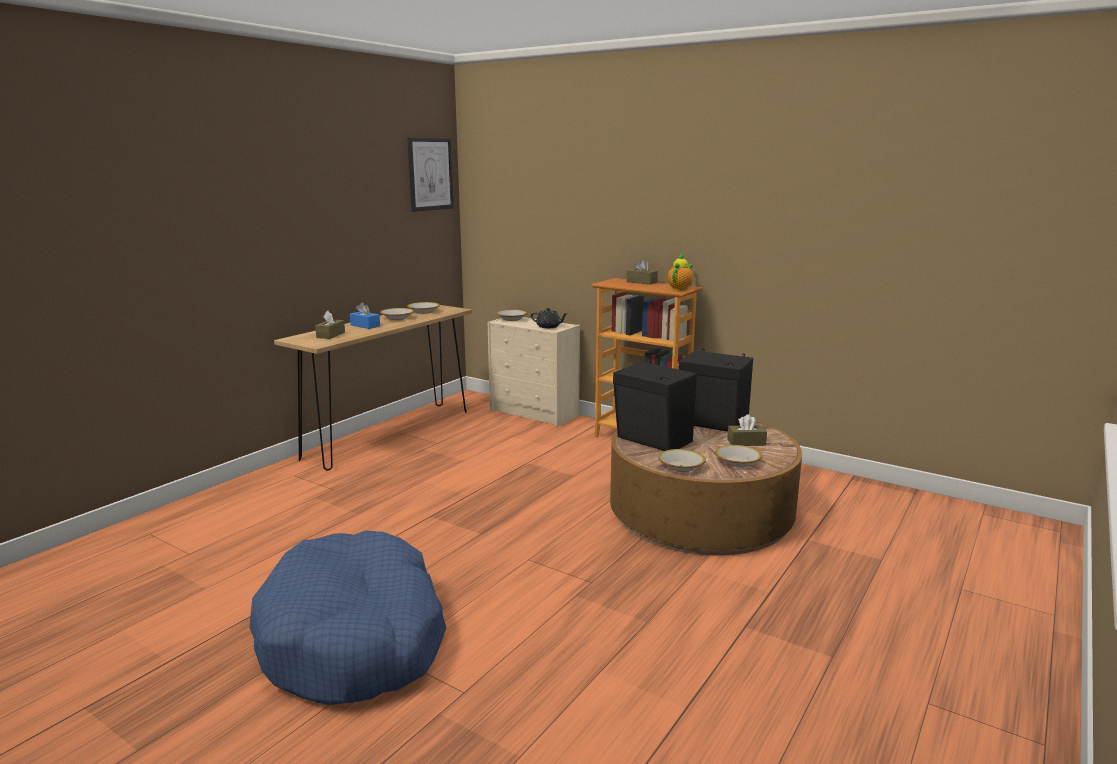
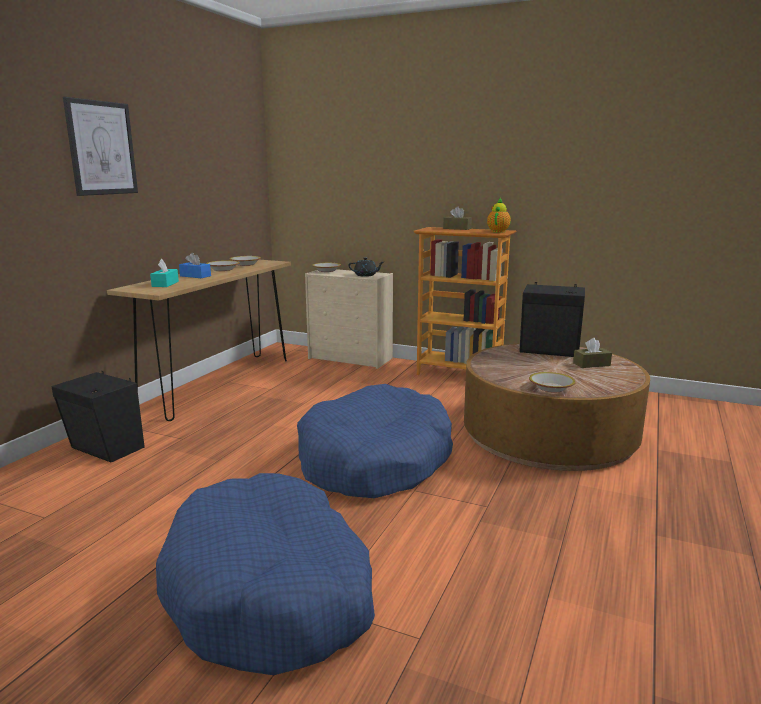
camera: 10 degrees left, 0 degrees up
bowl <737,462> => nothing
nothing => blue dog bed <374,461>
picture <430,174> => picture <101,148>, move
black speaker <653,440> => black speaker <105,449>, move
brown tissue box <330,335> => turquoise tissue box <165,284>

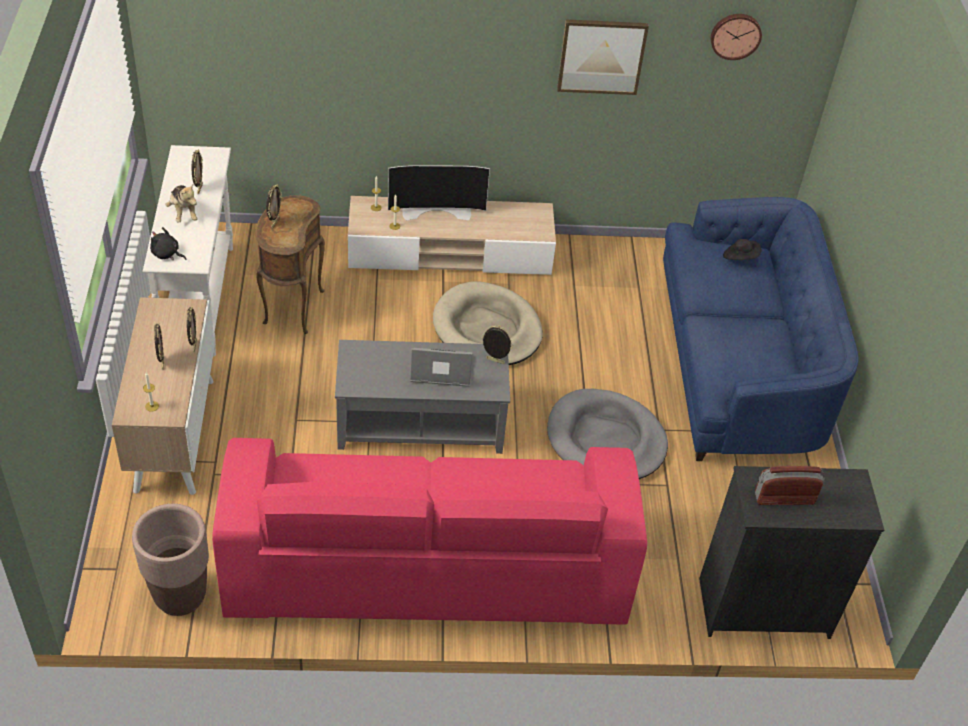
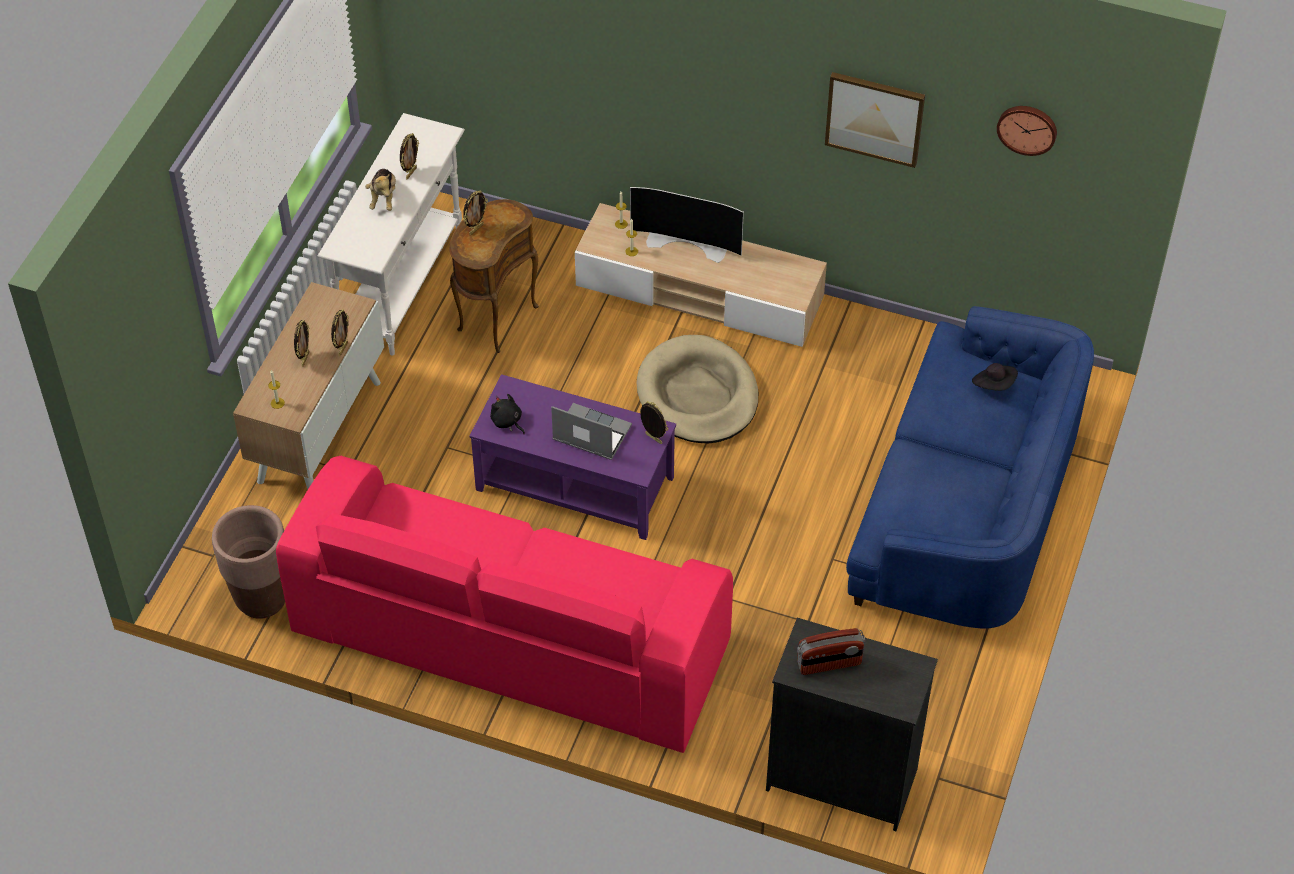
camera: 25 degrees right, 5 degrees up
grey dog bed <606,440> => nothing
black plush toy <167,254> => black plush toy <507,422>, move
grey coffee table <420,423> => purple coffee table <574,484>
radio <784,498> => radio <829,664>, 150 degrees clockwise

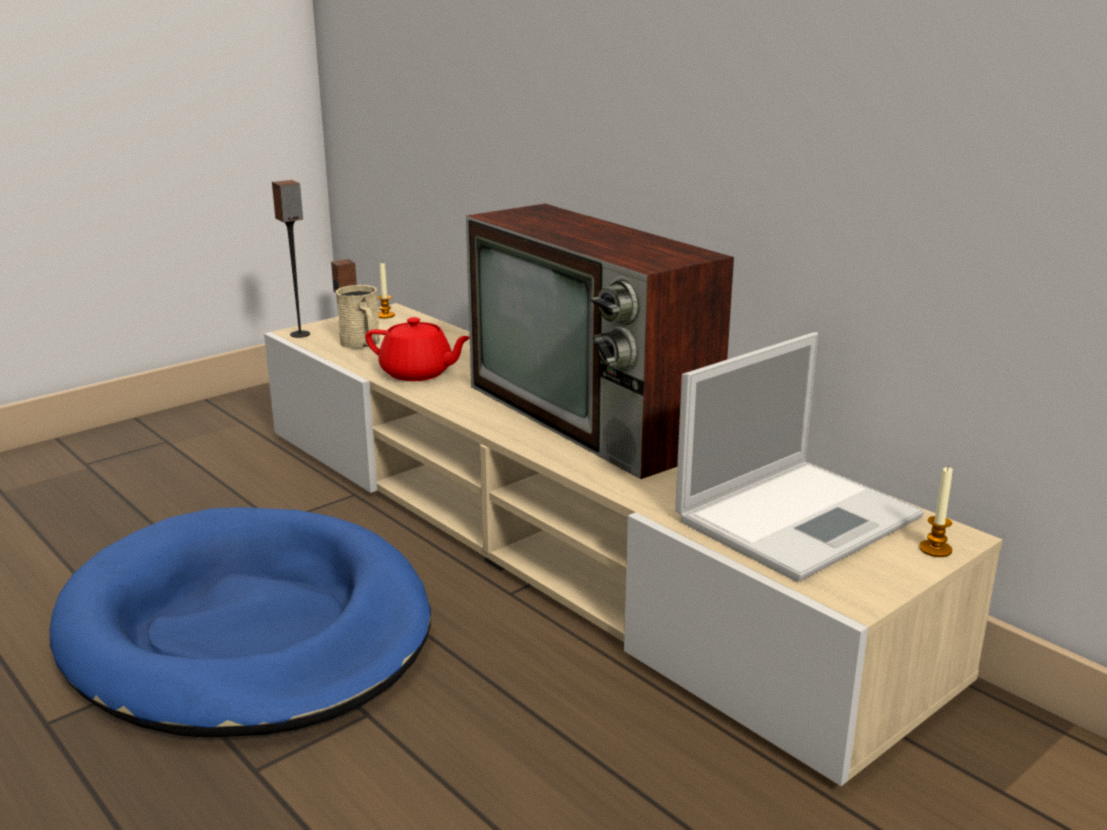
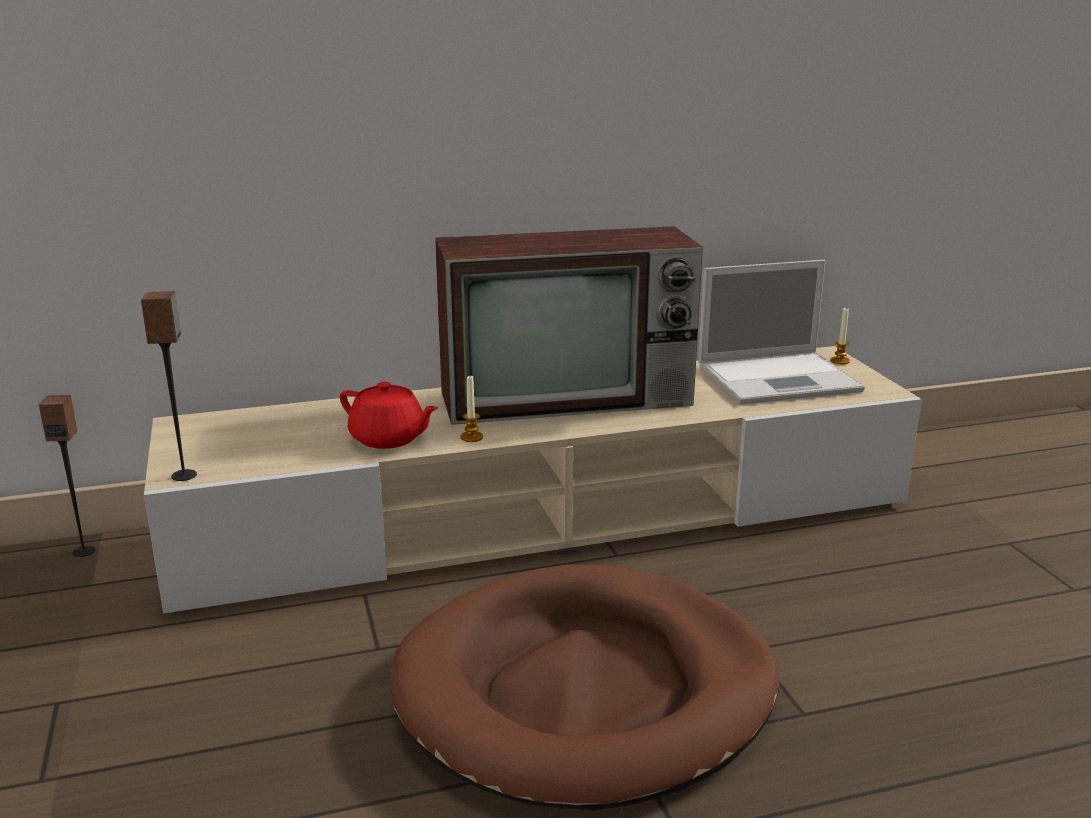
camera: 65 degrees left, 0 degrees up
beige mug <362,344> => nothing
candle <385,315> => candle <471,437>, move
blue dog bed <248,631> => brown dog bed <586,692>
red teapot <418,373> => red teapot <388,439>, 75 degrees clockwise
laptop <800,517> => laptop <780,378>, 90 degrees clockwise

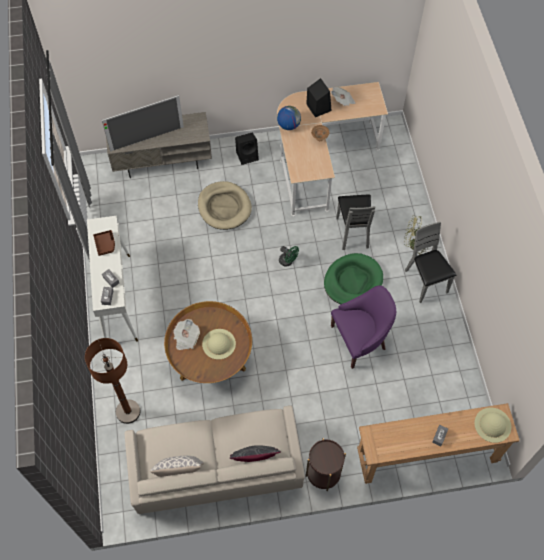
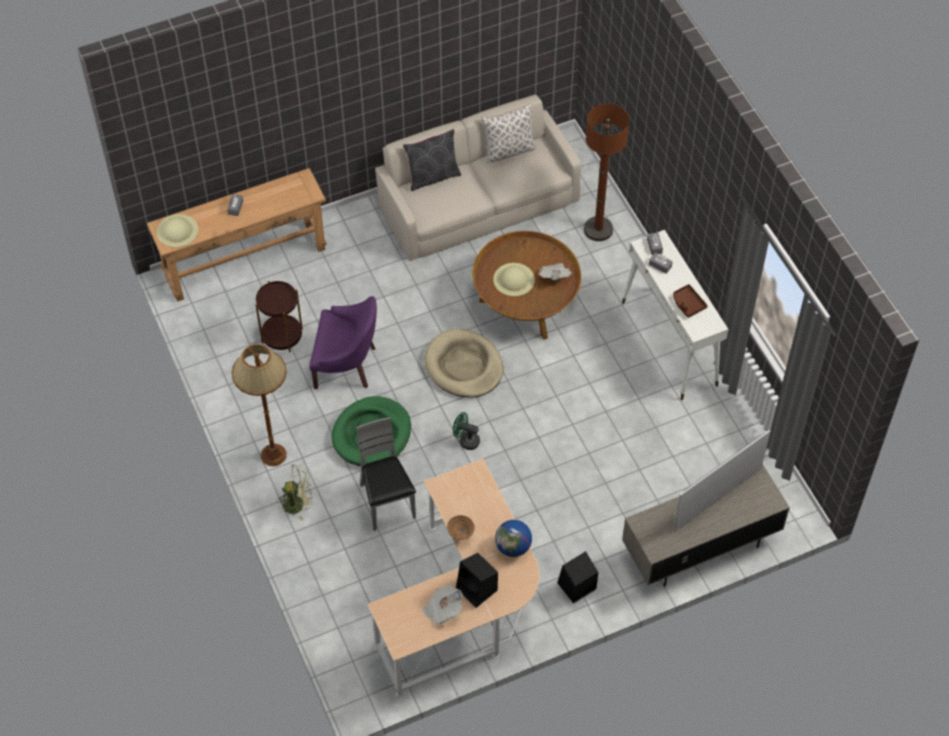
camera: 165 degrees right, 5 degrees down
beige dog bed <224,207> => beige dog bed <464,366>, move
brown side table <323,473> => brown side table <282,335>, move
grey chair <425,282> => brown floor lamp <273,455>
purple armchair <360,339> => purple armchair <347,364>, 135 degrees counterclockwise

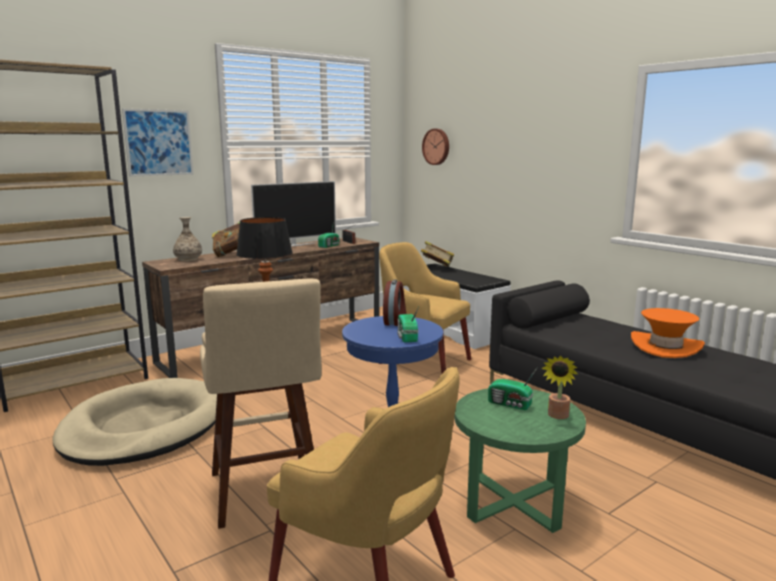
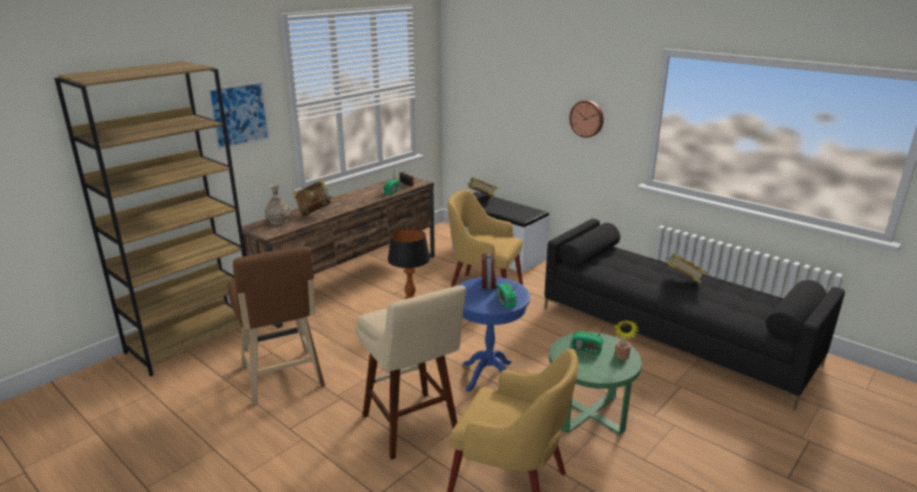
camera: 10 degrees left, 10 degrees up
television <295,245> => nothing
wall clock <437,146> => wall clock <587,118>, move
beige dog bed <143,427> => brown stool <283,379>
orange hat <665,347> => book <683,281>

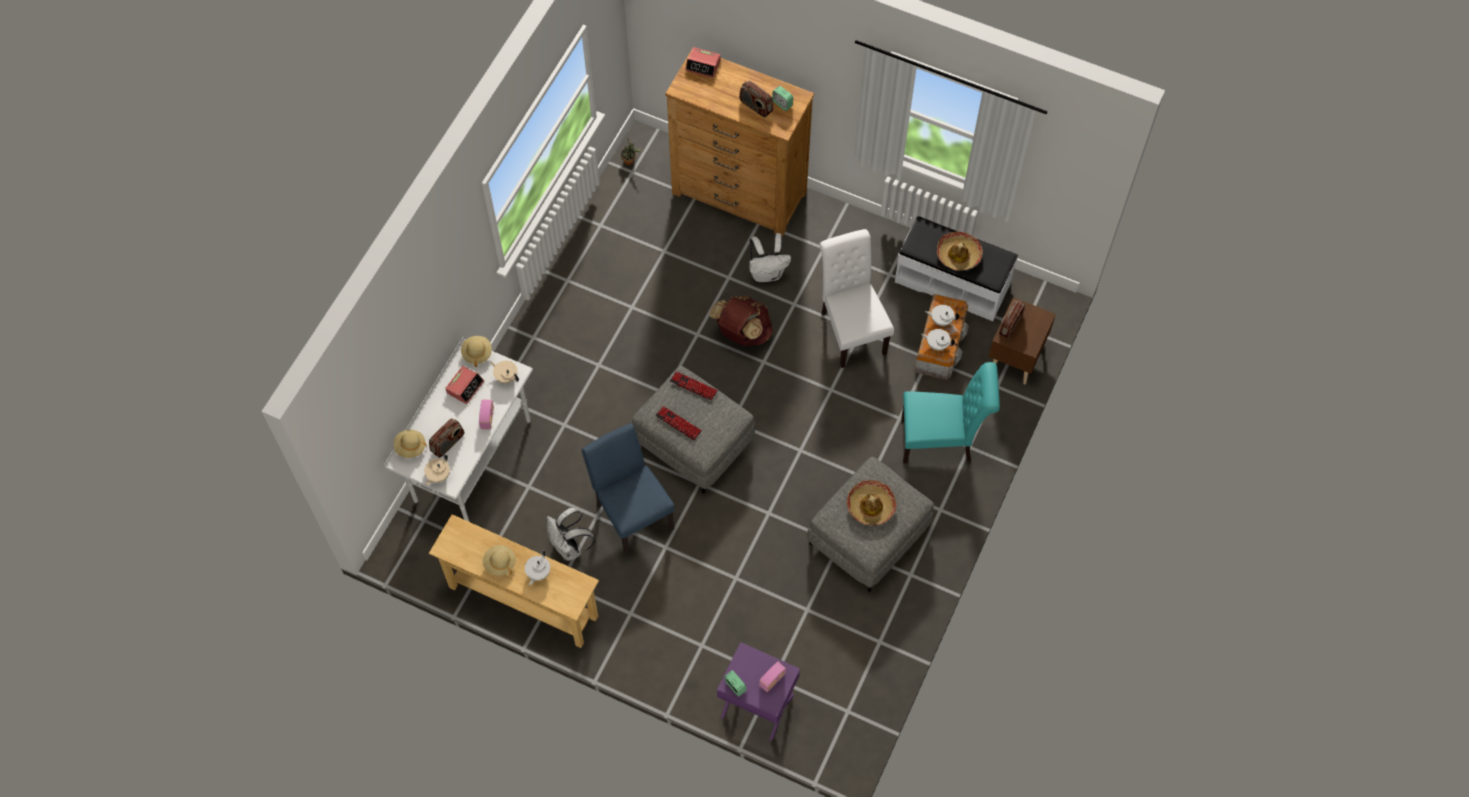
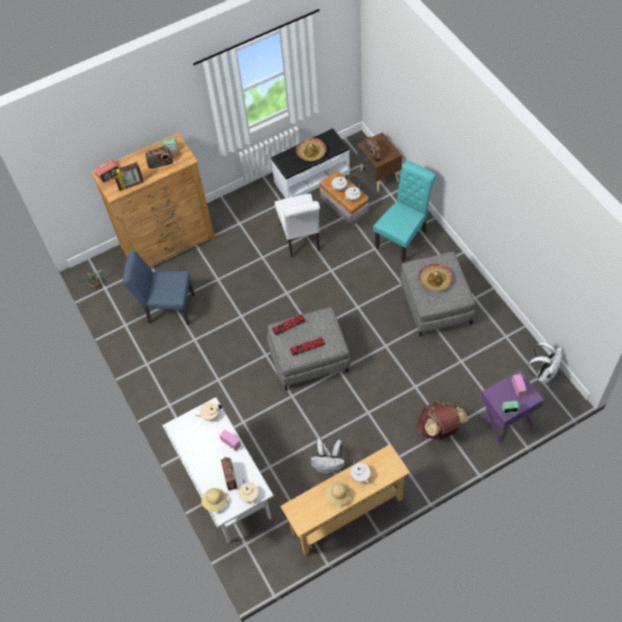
camera: 50 degrees left, 5 degrees down
alarm clock <465,387> => nothing
beige hat <477,353> => nothing
nothing => picture frame <131,185>
blue chair <631,512> => blue chair <167,308>, move
brown backpack <742,333> => brown backpack <439,429>, move
white backpack <767,273> => white backpack <543,373>, move
white chair <850,329> => white chair <301,239>, 120 degrees counterclockwise

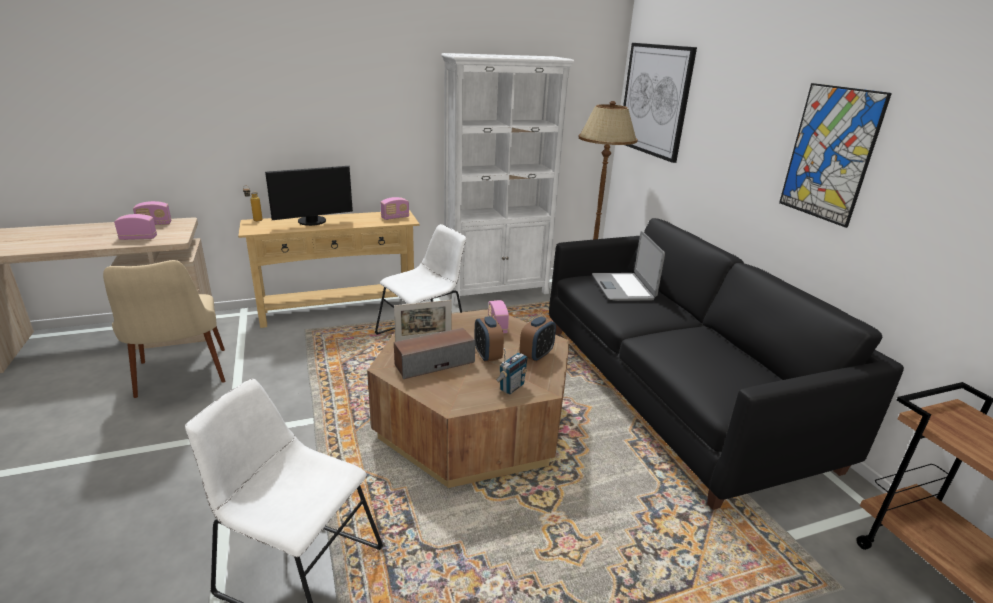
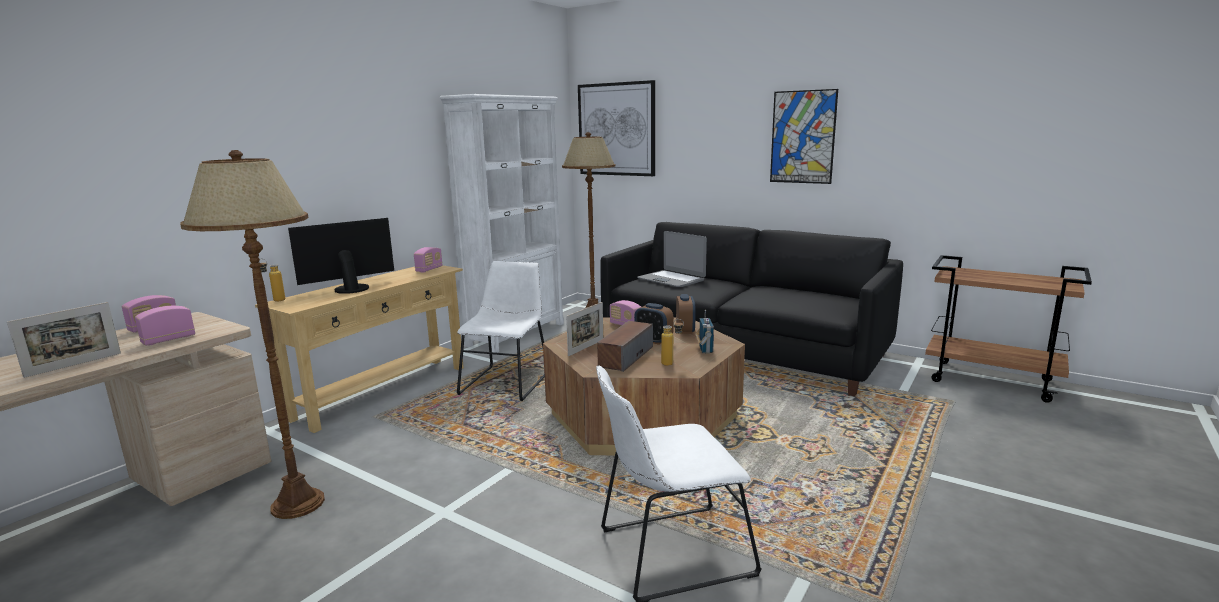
camera: 35 degrees left, 10 degrees down
nothing => picture frame <74,365>
nothing => bottle <672,364>
beige chair <181,381> => brown floor lamp <297,504>
monitor <313,222> => monitor <350,288>, 150 degrees counterclockwise

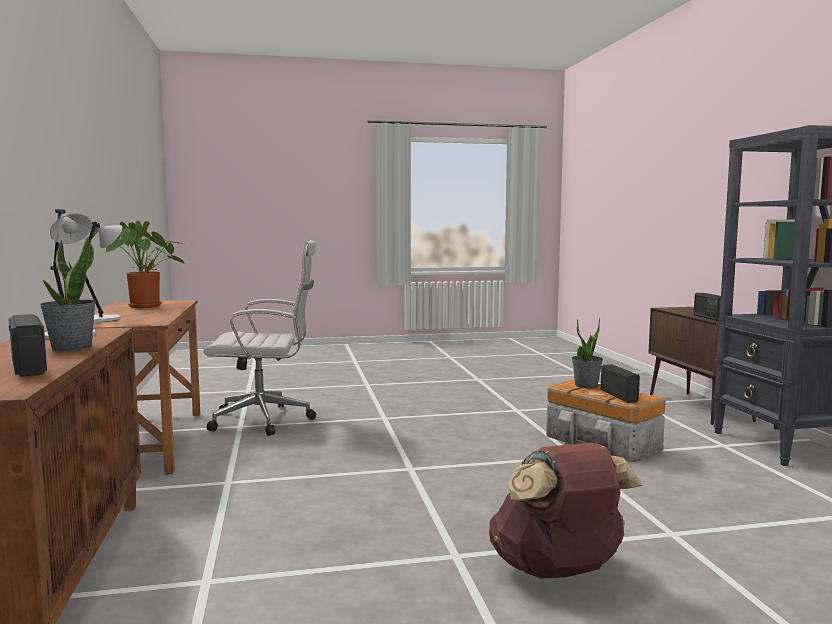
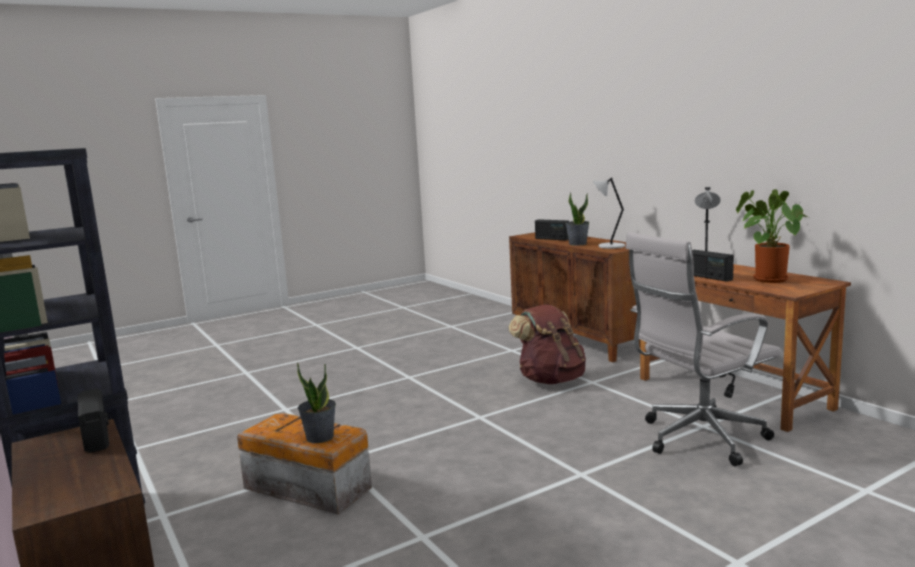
camera: 160 degrees right, 5 degrees up
brown backpack <558,571> => brown backpack <551,380>, move
radio <619,396> => radio <709,277>, move

